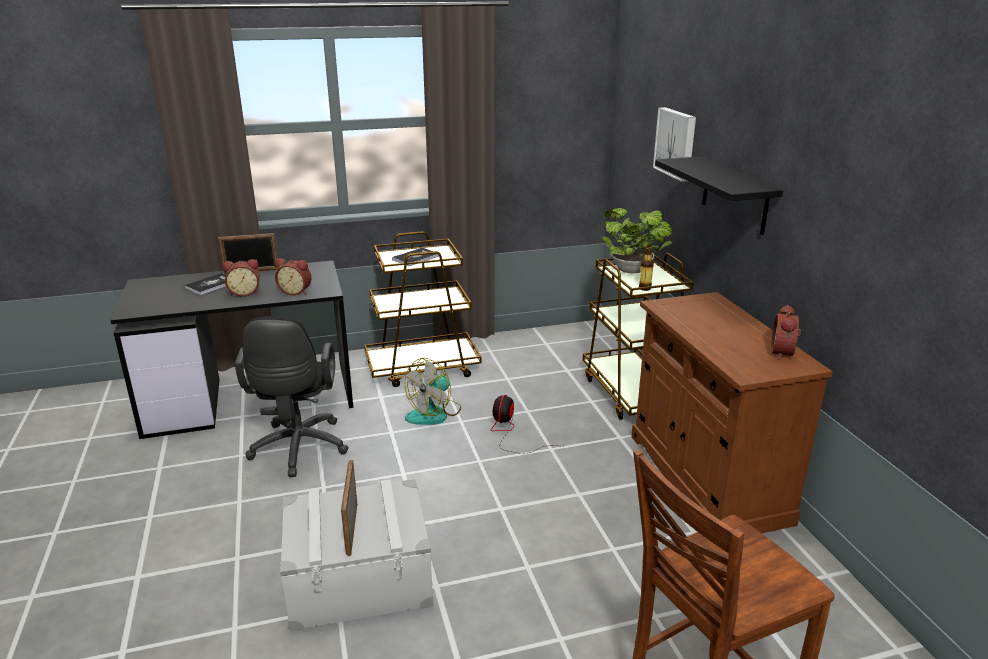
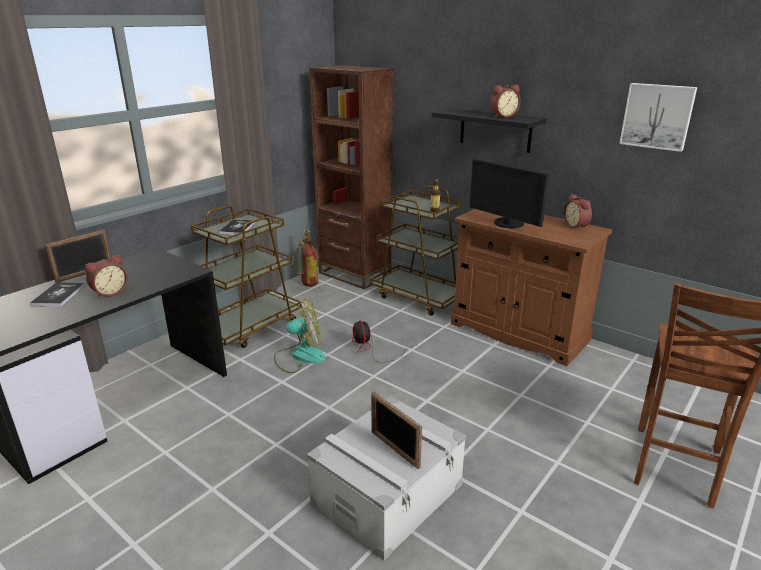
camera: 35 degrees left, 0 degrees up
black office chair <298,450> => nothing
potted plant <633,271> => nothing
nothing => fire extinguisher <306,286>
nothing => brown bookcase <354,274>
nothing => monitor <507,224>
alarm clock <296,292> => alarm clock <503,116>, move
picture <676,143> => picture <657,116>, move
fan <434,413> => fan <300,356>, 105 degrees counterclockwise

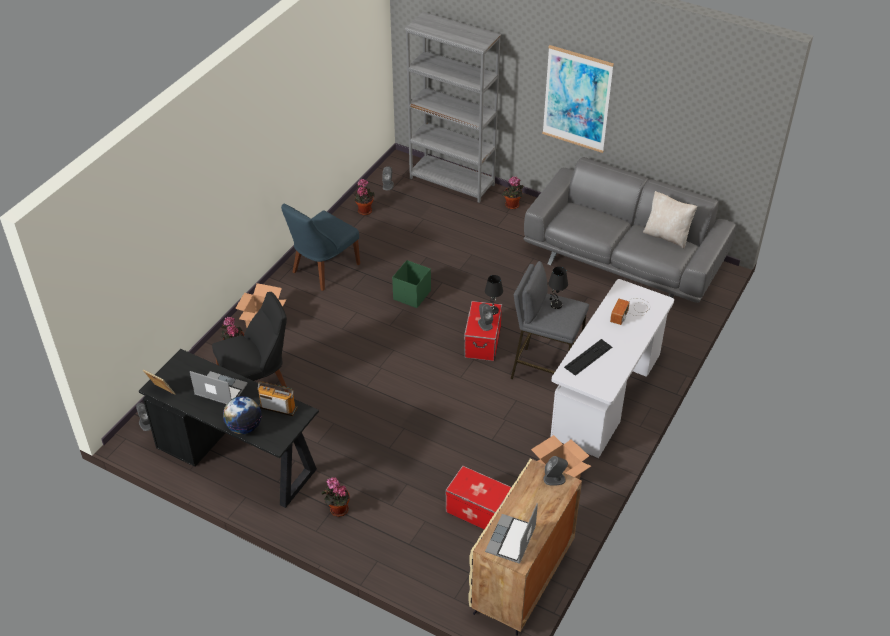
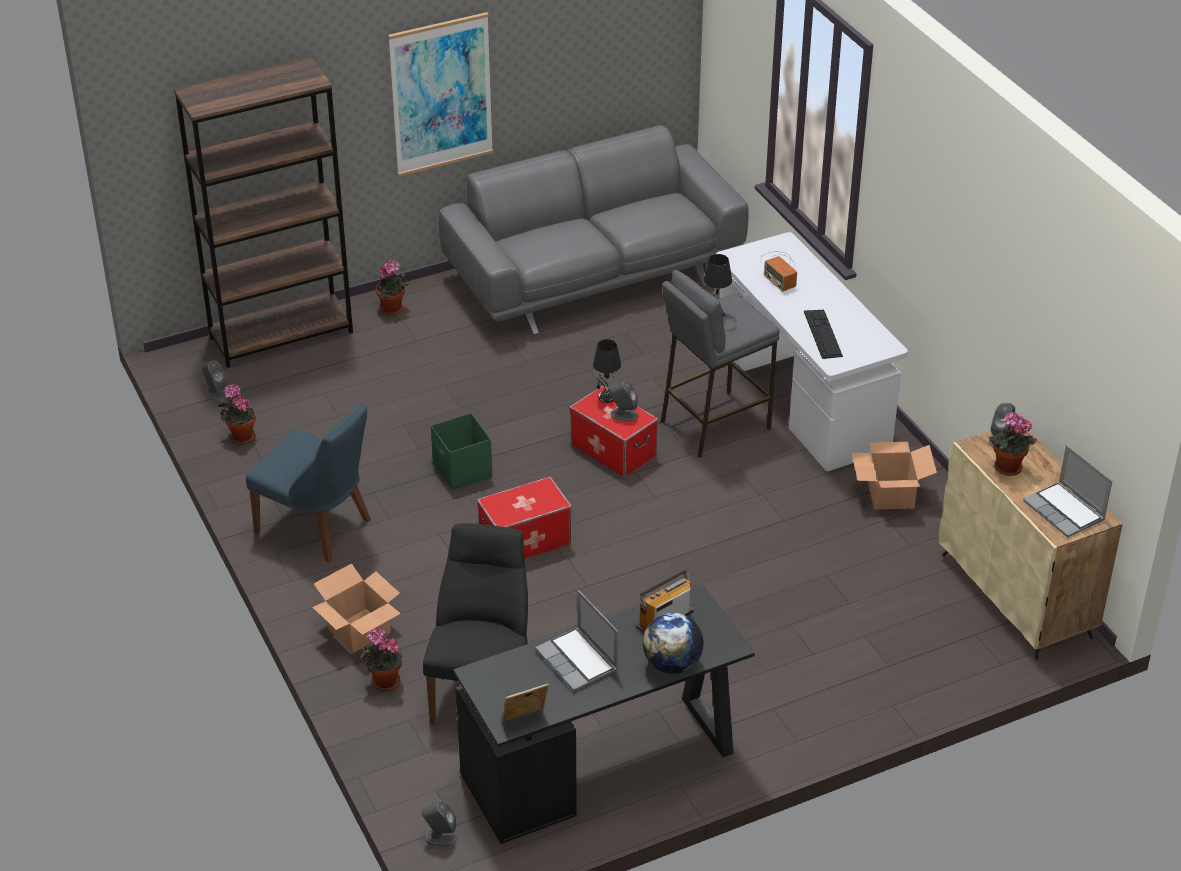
camera: 55 degrees left, 5 degrees down
beige pillow <667,236> => nothing
potted plant <337,509> => potted plant <1006,469>, move
storage box <478,510> => storage box <525,540>, move
grey bookcase <452,181> => brown bookcase <282,335>
laptop <220,390> => laptop <578,661>, 90 degrees counterclockwise
blue chair <323,269> => blue chair <318,528>, 45 degrees counterclockwise

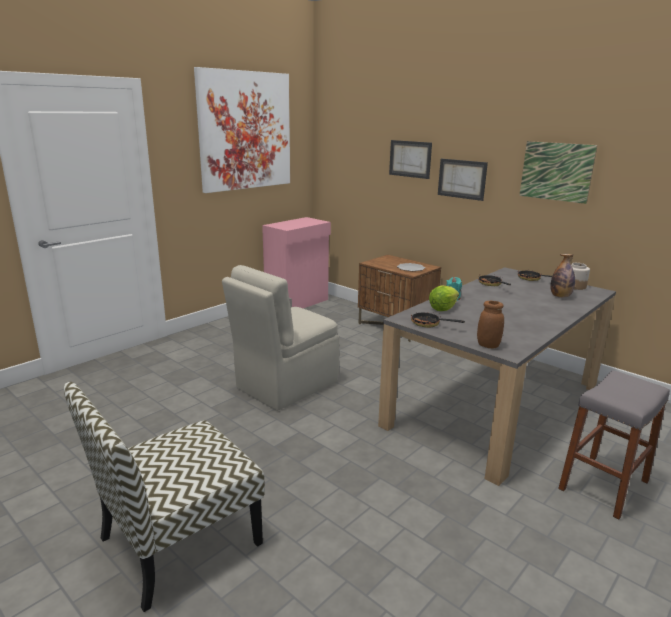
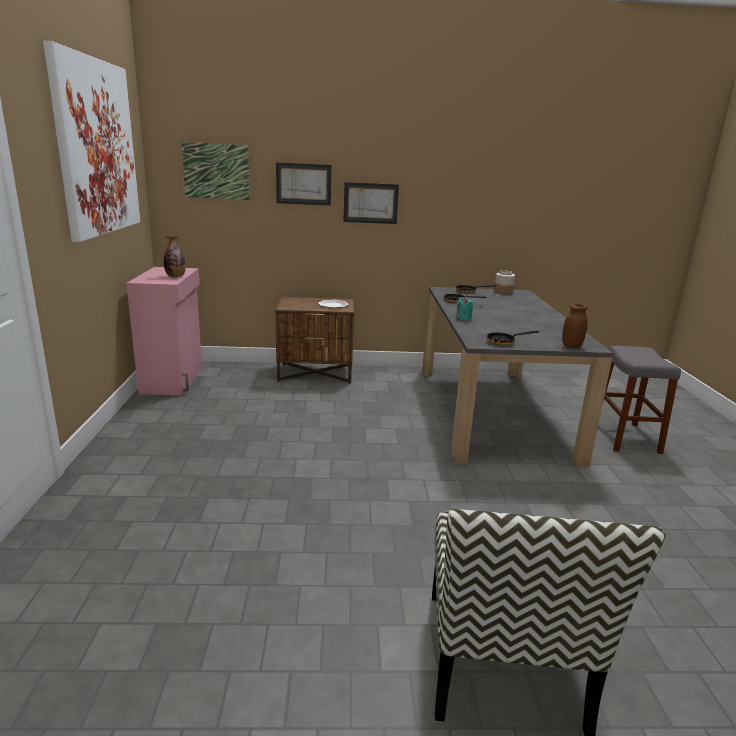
camera: 45 degrees left, 0 degrees up
beige chair <285,385> => nothing
lettuce <443,308> => nothing
picture <556,171> => picture <216,171>, move
bottle <560,296> => bottle <175,276>, move

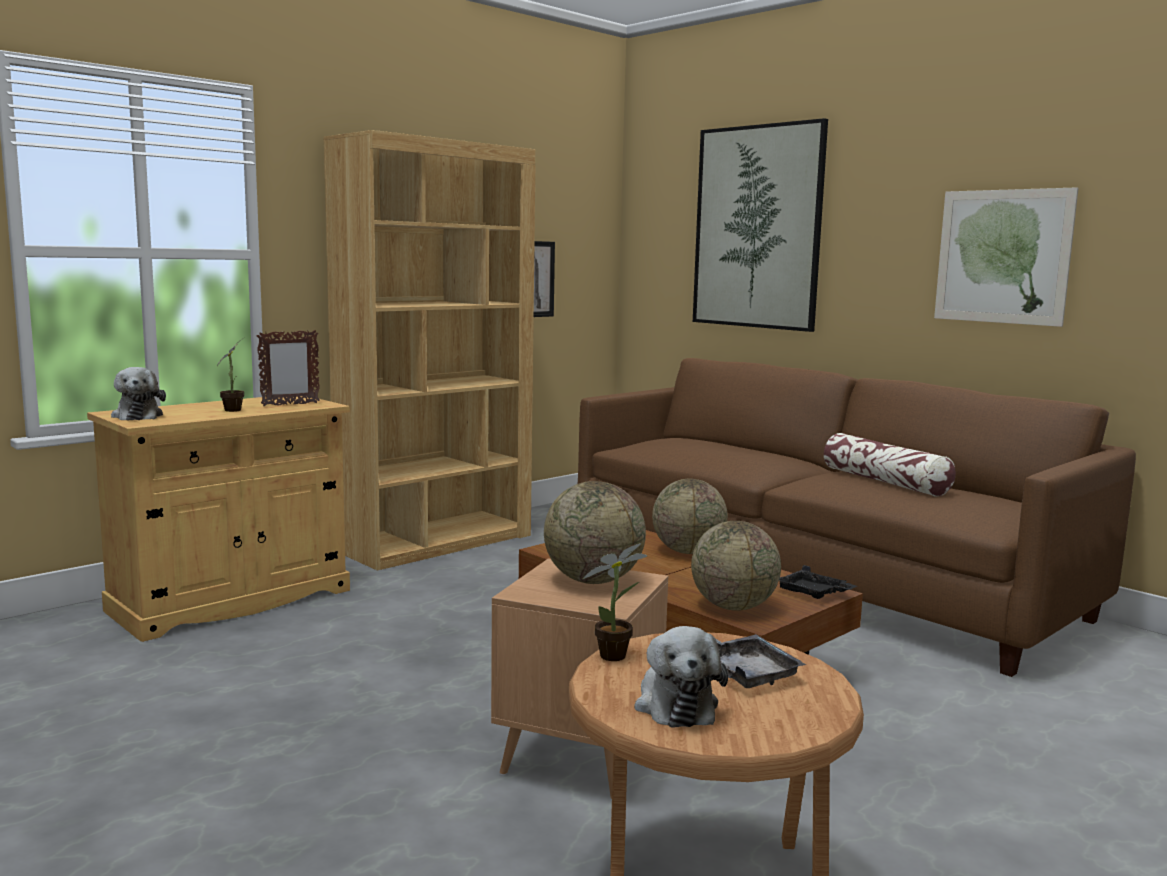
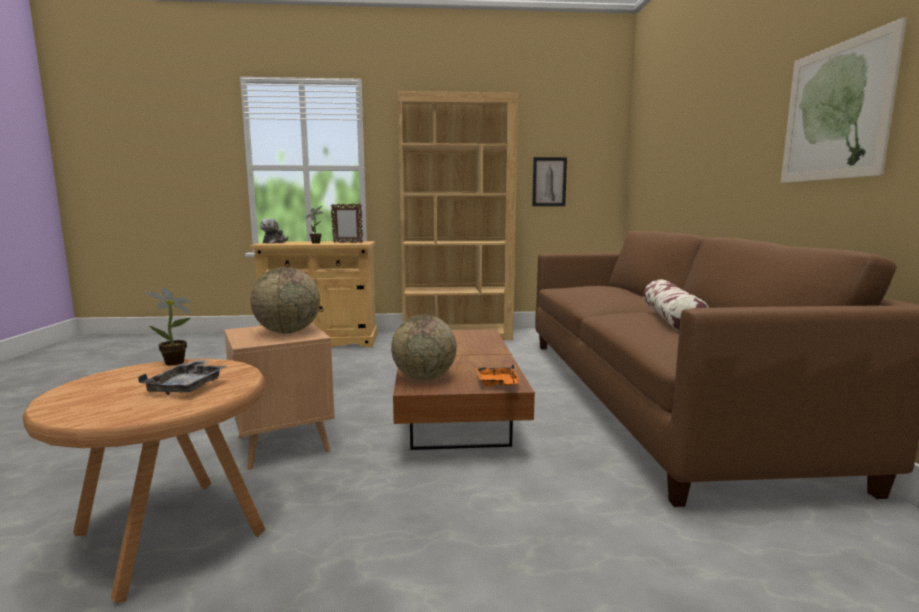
camera: 40 degrees right, 0 degrees up
plush toy <675,704> => nothing
globe <688,551> => nothing
picture <757,227> => nothing
black tray <813,593> => orange tray <497,384>

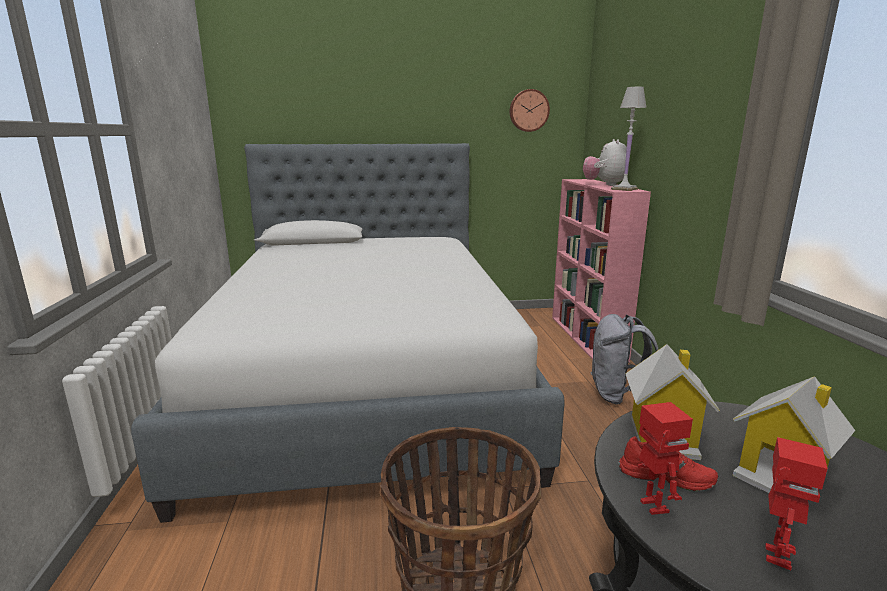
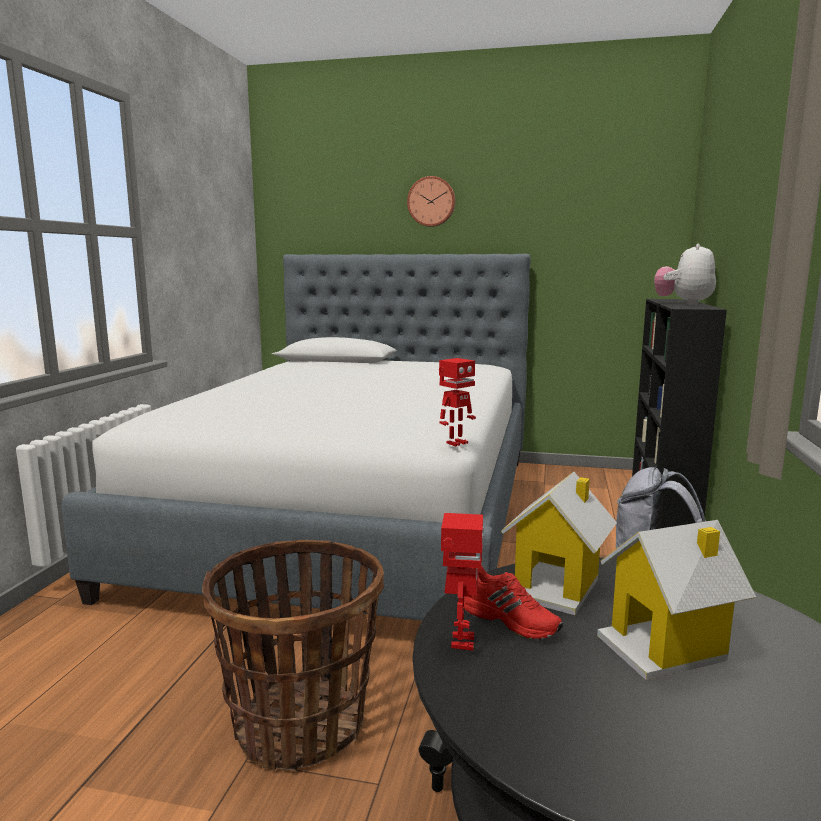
camera: 20 degrees right, 5 degrees down
white table lamp <623,189> => nothing
wall clock <528,110> => wall clock <431,201>, move
toy robot <775,556> => toy robot <456,443>, move
pink bookcase <587,338> => black bookcase <663,509>

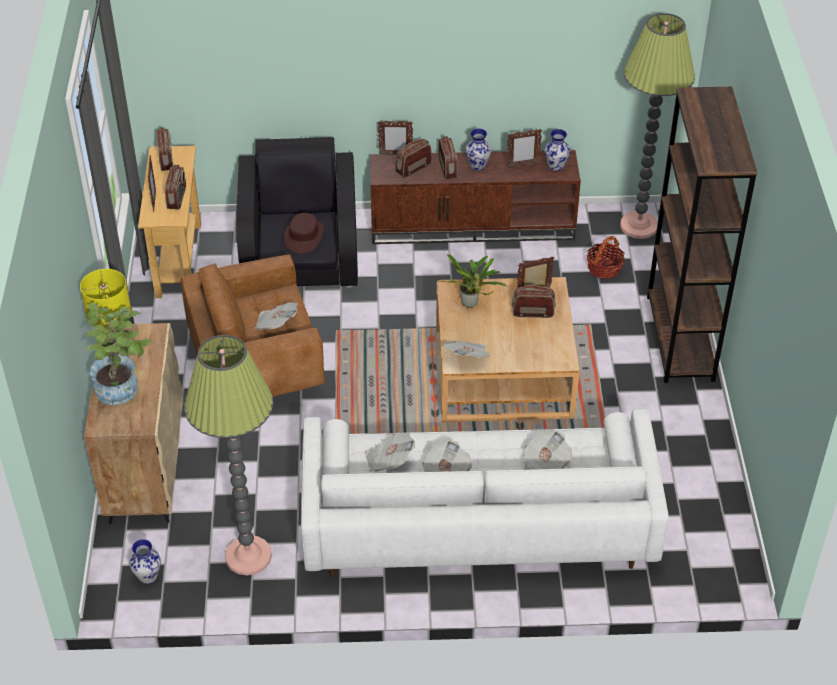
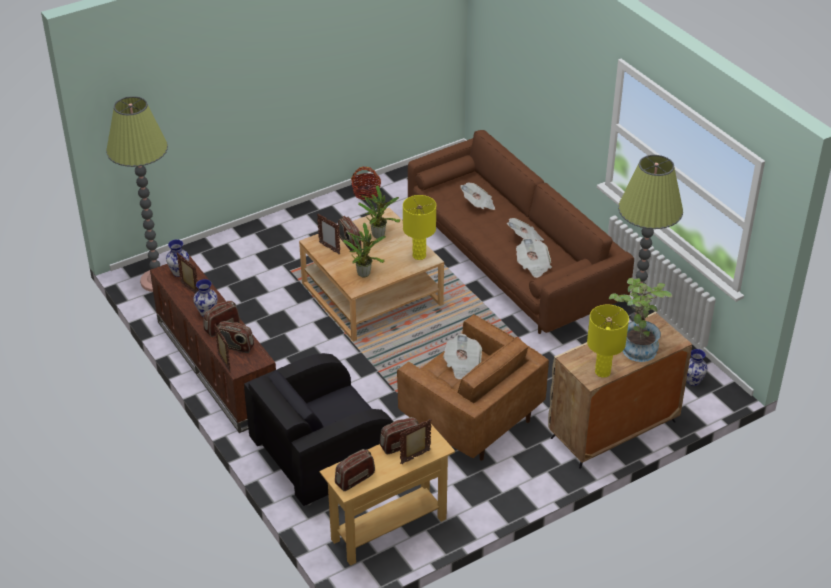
camera: 120 degrees left, 5 degrees down
brown hat <304,236> => nothing
brown bookcase <680,338> => nothing
nothing => potted plant <378,234>
basket <604,268> => basket <366,193>, move
newspaper <468,357> => yellow table lamp <419,256>
white sofa <478,523> => brown sofa <512,259>

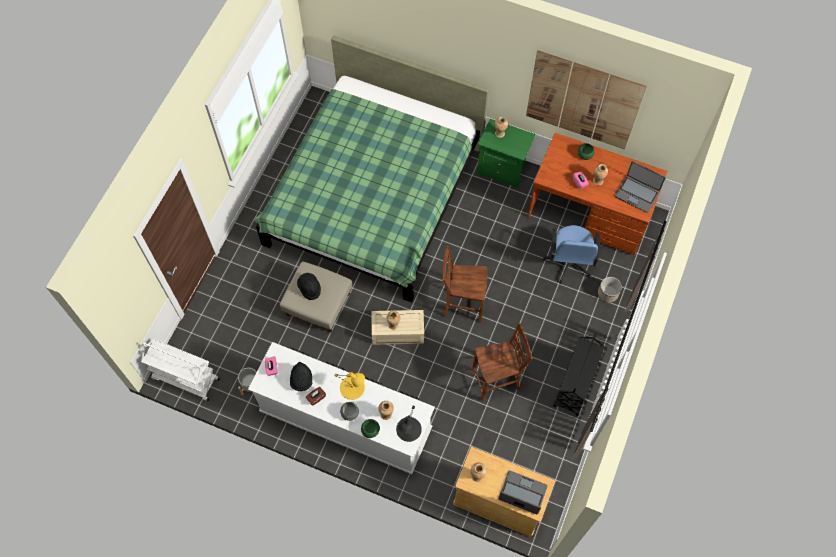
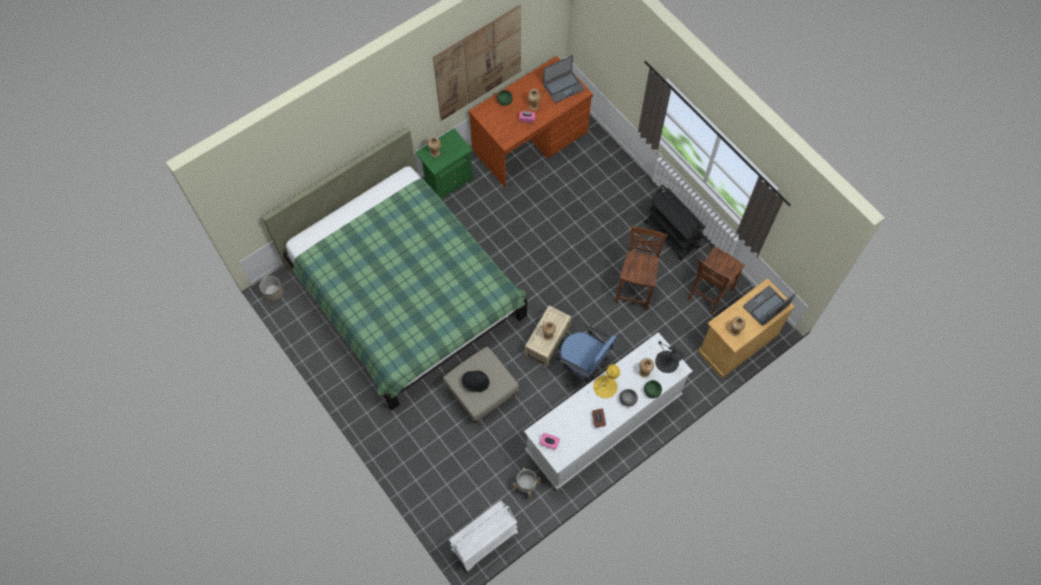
camera: 60 degrees left, 0 degrees up
black hat <301,380> => nothing
brown chair <462,304> => brown chair <709,294>, move
blue office chair <568,262> => blue office chair <582,367>, move
planter <608,293> => planter <273,292>, move

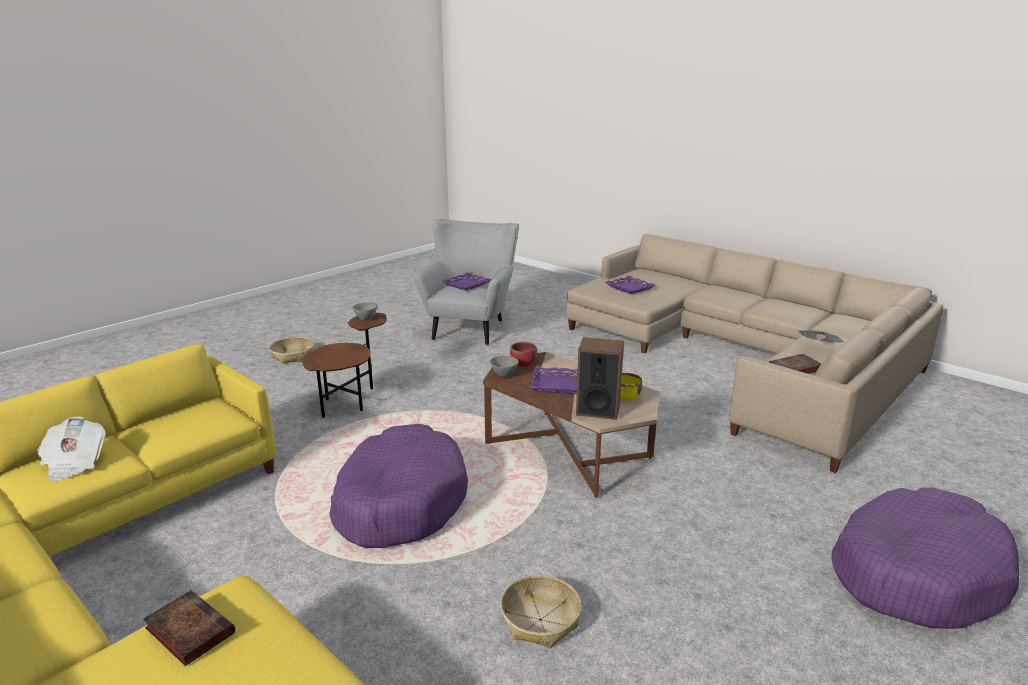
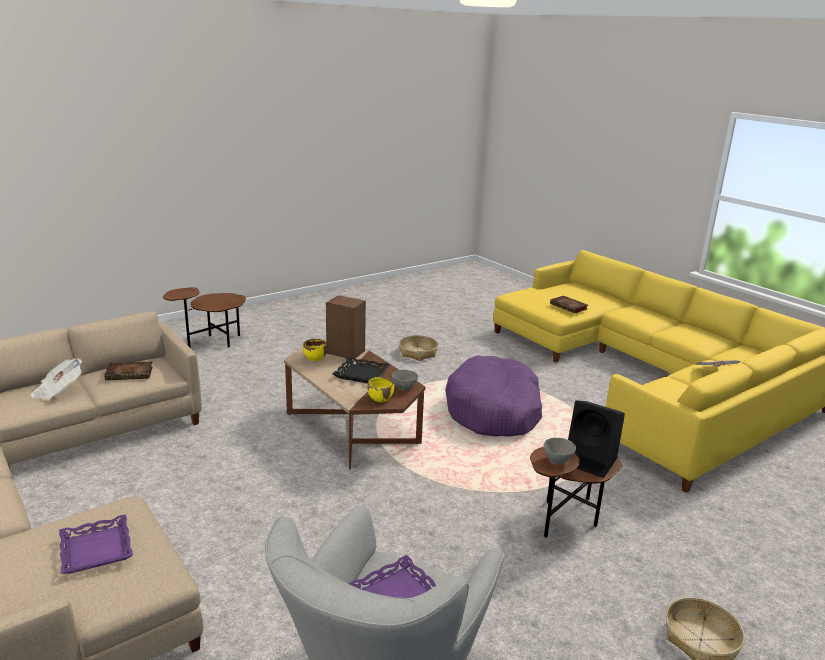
camera: 170 degrees left, 0 degrees up
nothing => black speaker <592,462>
purple dog bed <916,573> => brown side table <212,343>
red bowl <523,363> => yellow bowl <380,398>
purple tray <558,384> => black tray <361,374>

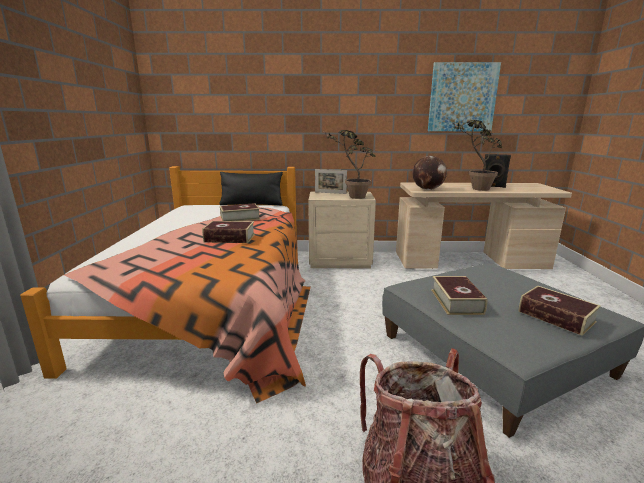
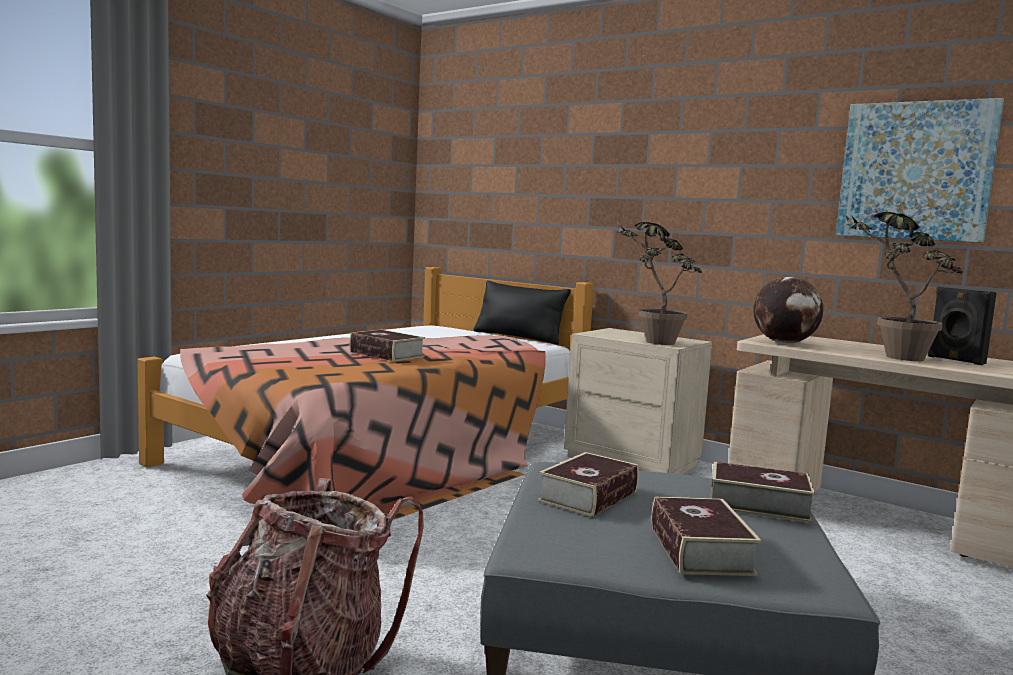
camera: 35 degrees right, 10 degrees down
picture frame <330,193> => nothing
book <240,218> => book <758,504>, move

